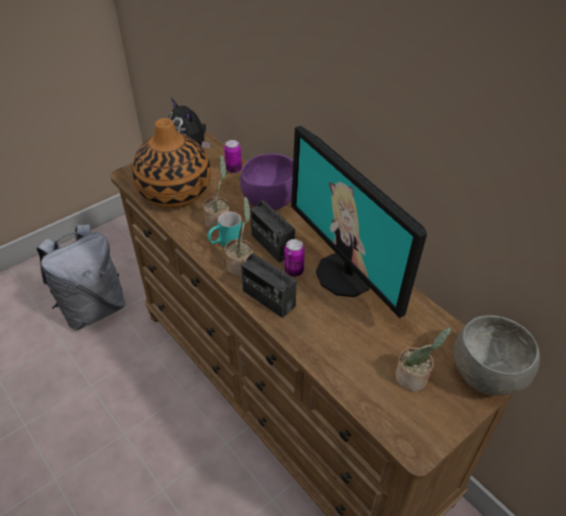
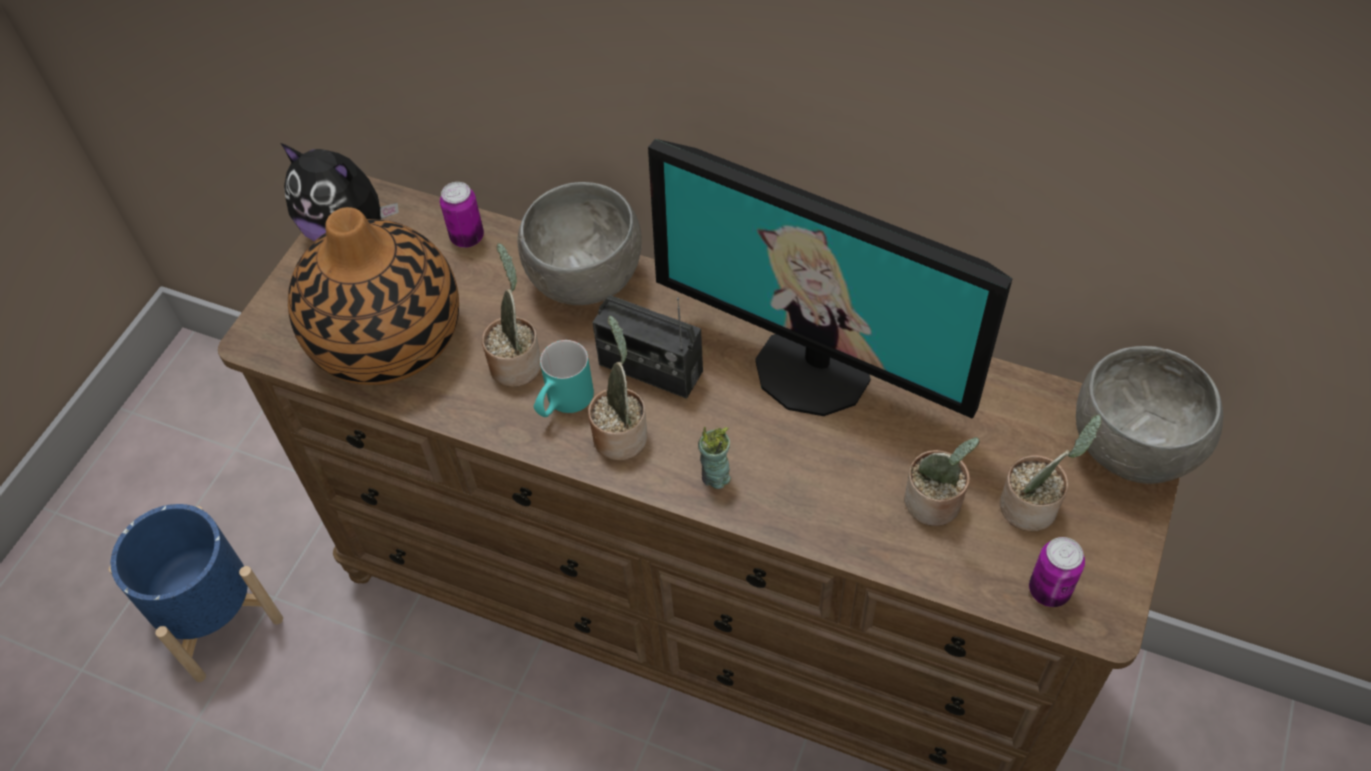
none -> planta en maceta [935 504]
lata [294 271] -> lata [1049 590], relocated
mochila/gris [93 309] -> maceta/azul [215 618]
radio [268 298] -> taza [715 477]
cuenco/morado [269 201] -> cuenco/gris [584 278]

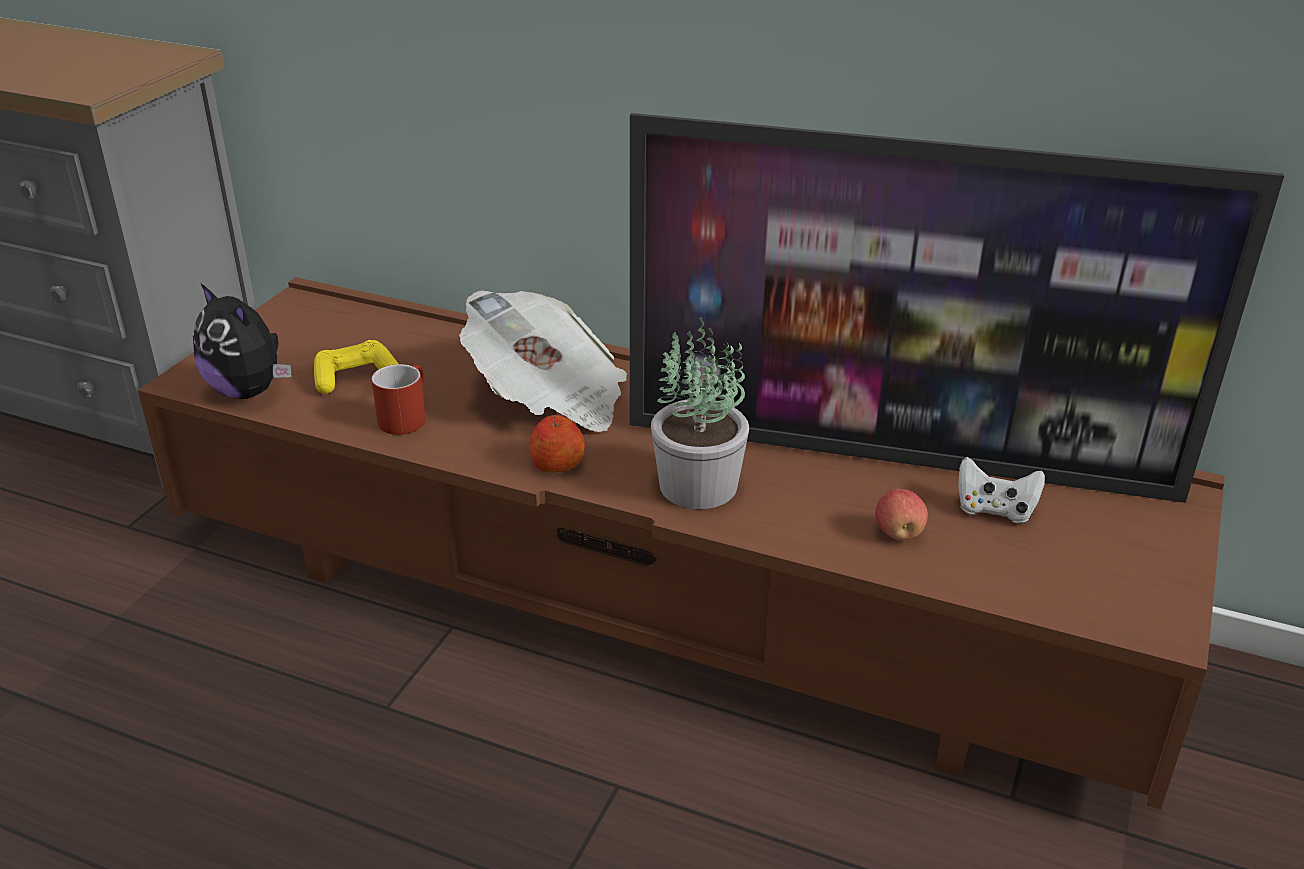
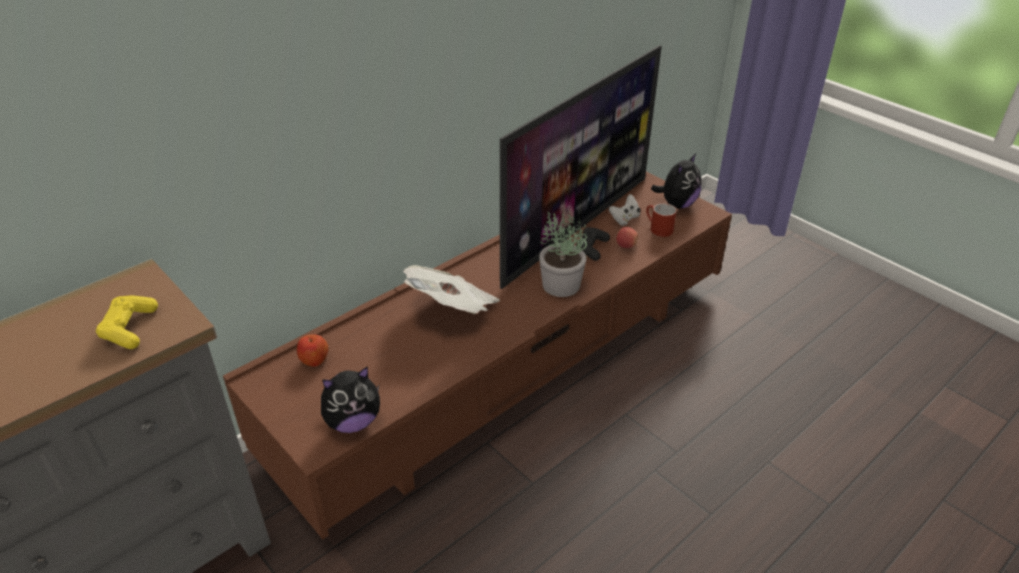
none -> mando de consola/negro [592 248]
none -> peluche [677 204]
mando de consola/amarillo [355 377] -> mando de consola/amarillo [129 328], relocated
taza grande/rojo [405 416] -> taza grande/rojo [657 229], relocated
manzana [557 464] -> manzana [314 359], relocated

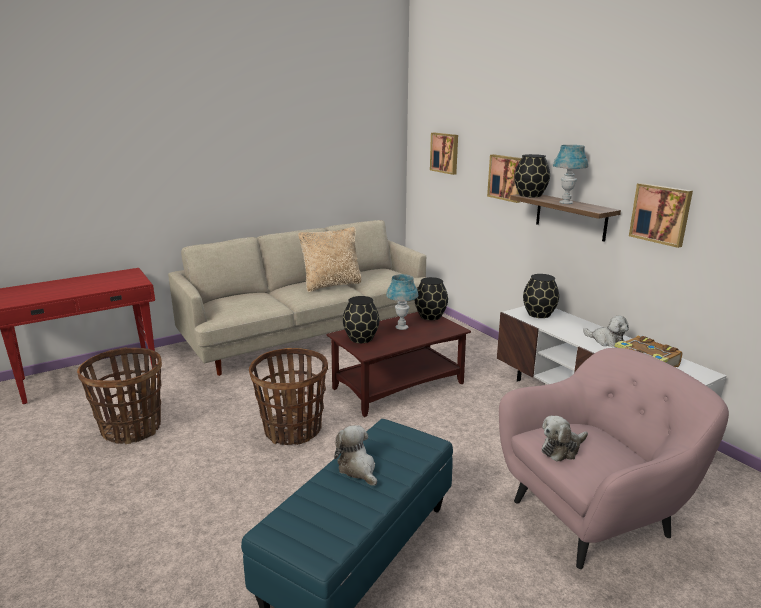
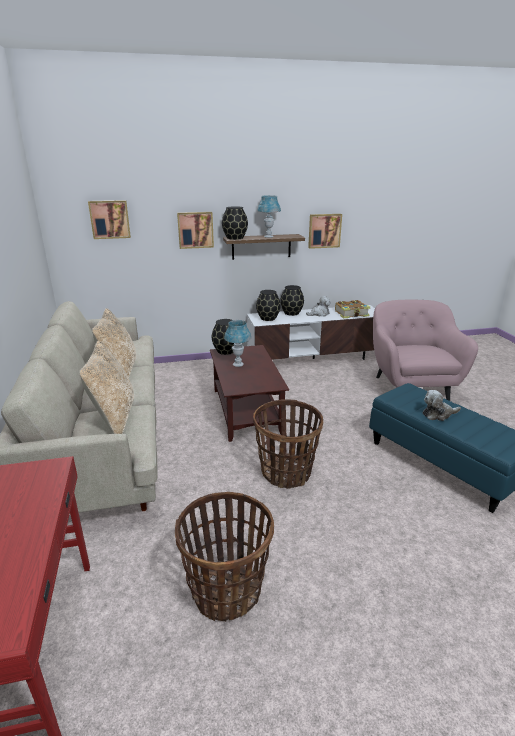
peluche [562 449] -> none
none -> cojín/beis [115 418]
florero/negro [361 338] -> florero/negro [291 313], relocated

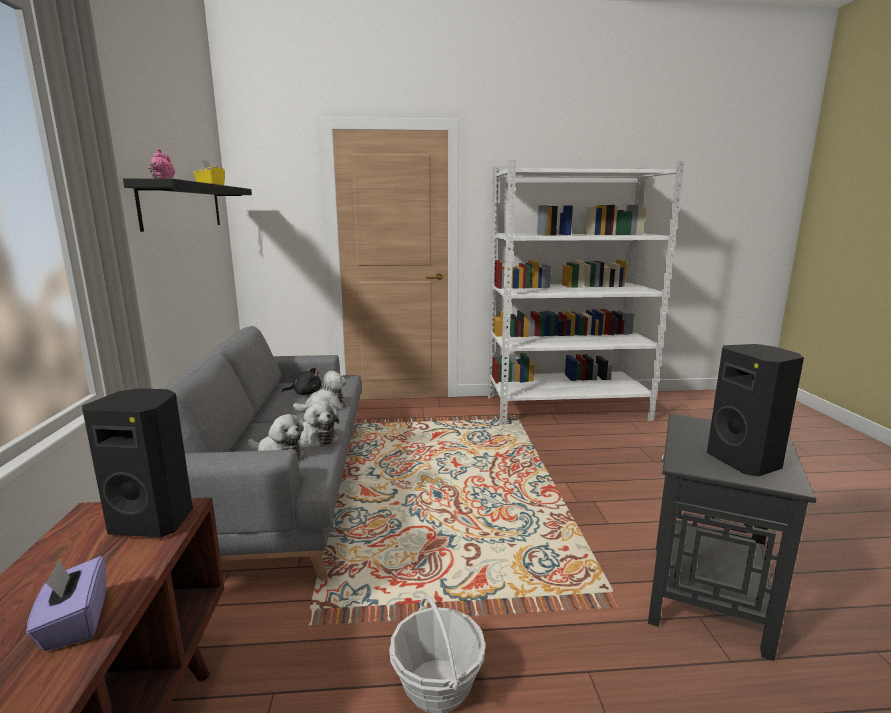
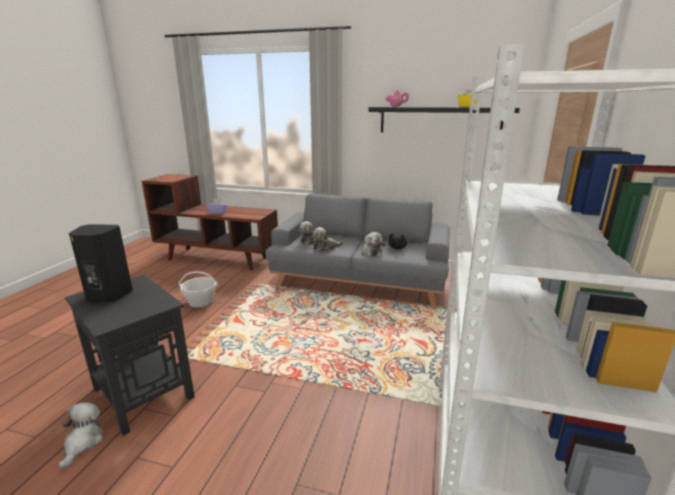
altavoz/negro [154 521] -> none
none -> peluche [83 442]

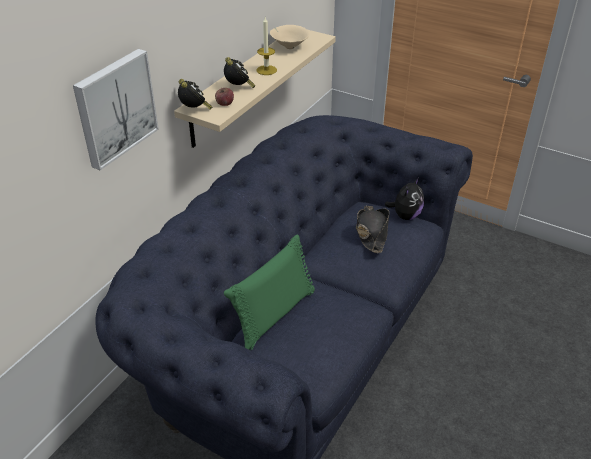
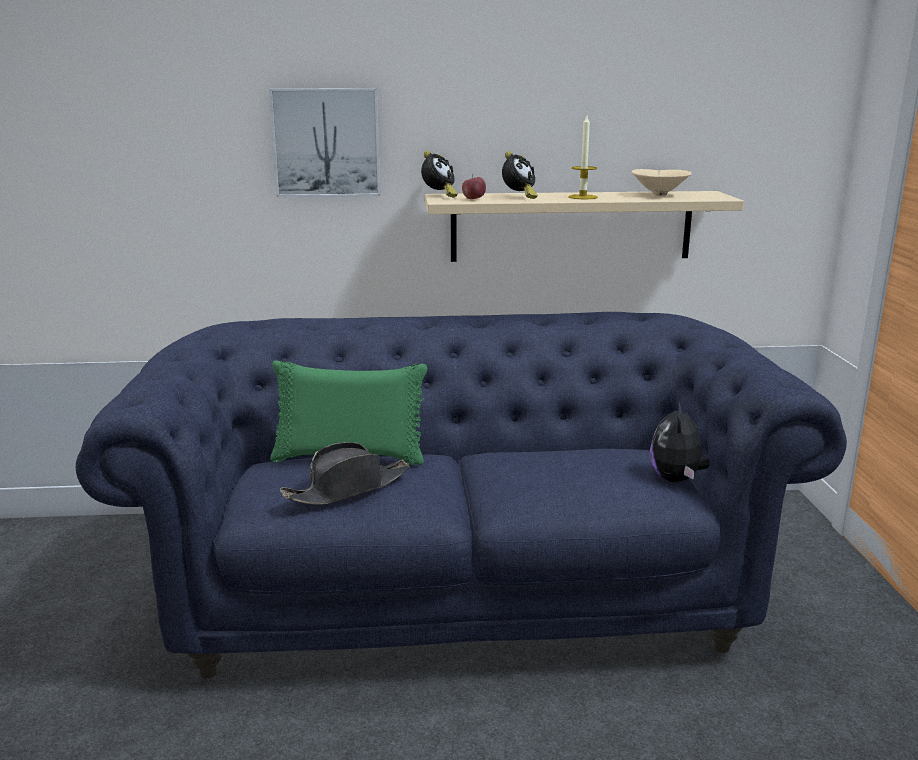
sombrero/negro [371 233] -> sombrero/negro [348 488], relocated
peluche [405 216] -> peluche [677 480], 105 degrees clockwise

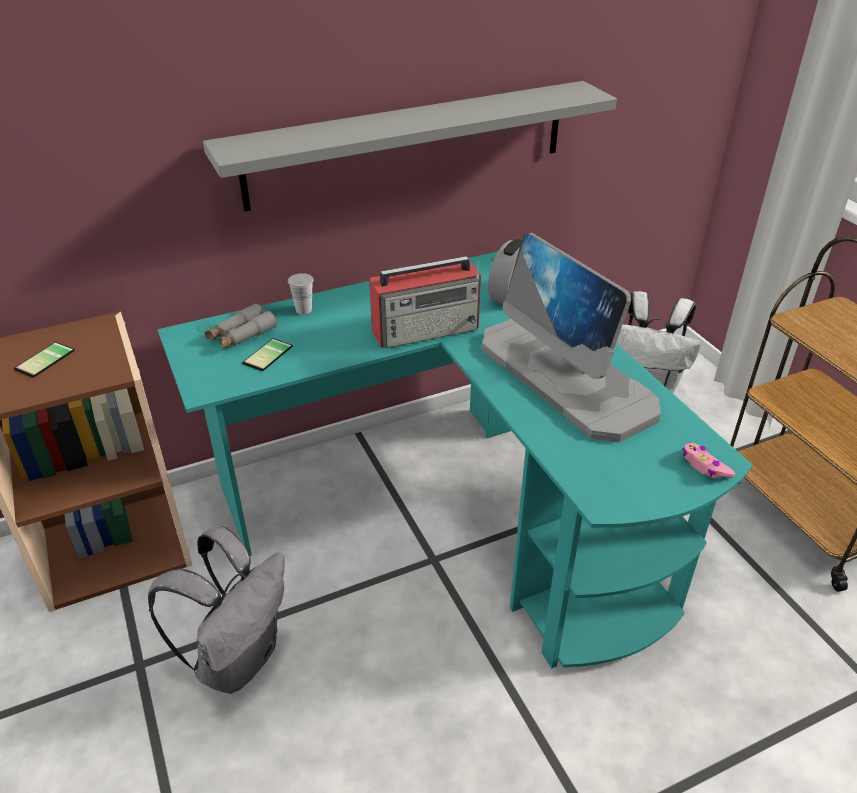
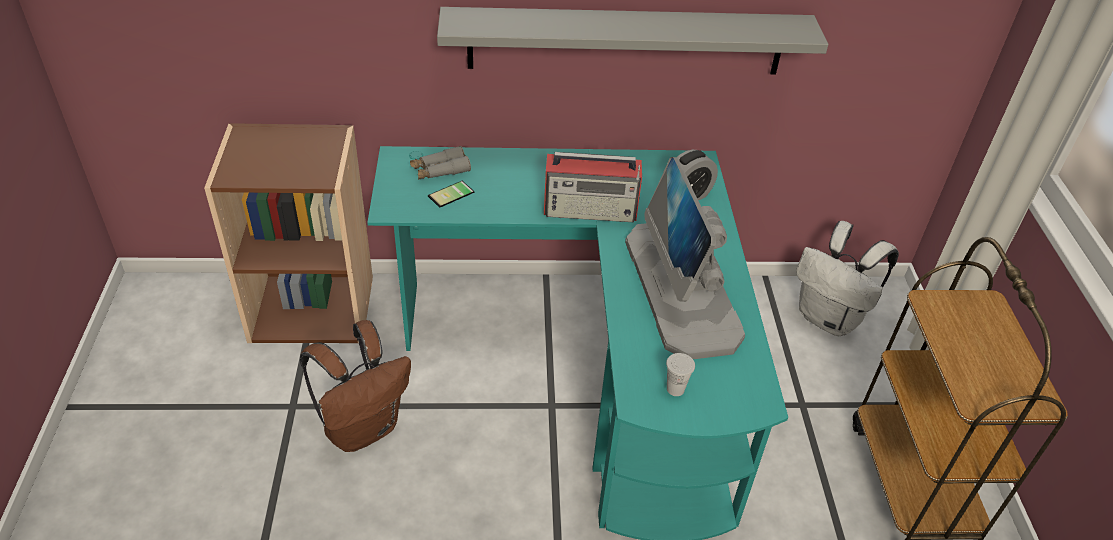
móvil [47 360] -> none
mando de consola/rosa [704 466] -> none
taza/blanco [303 310] -> taza/blanco [675 389], relocated
mochila/gris [238 658] -> mochila/marrón [363 427]

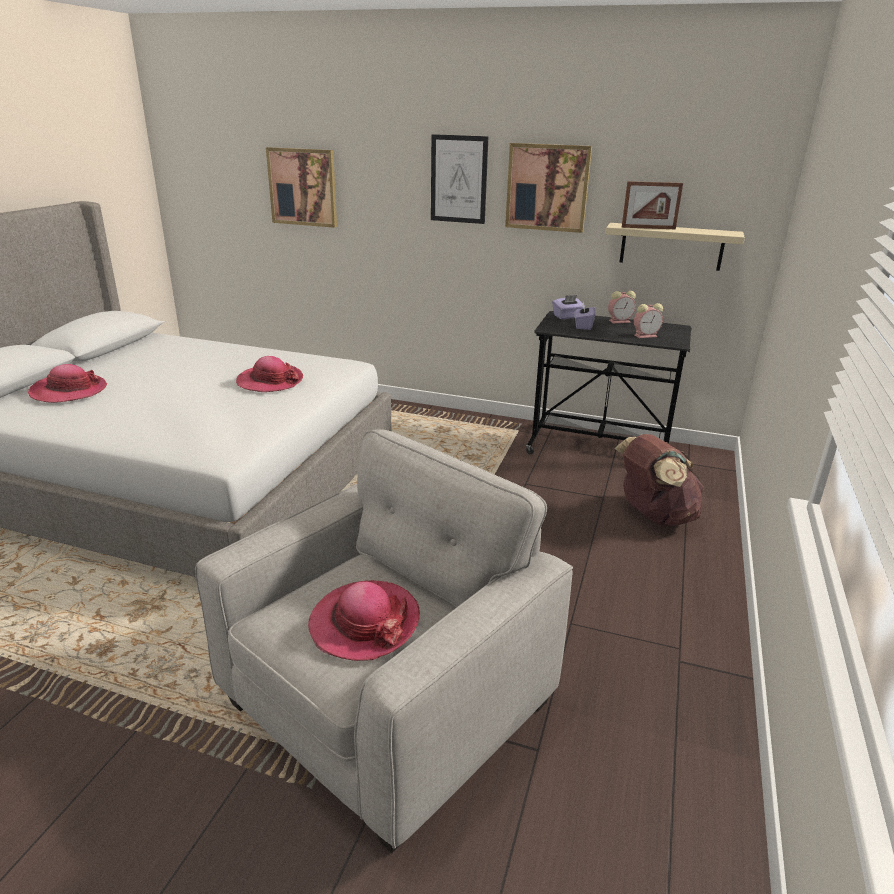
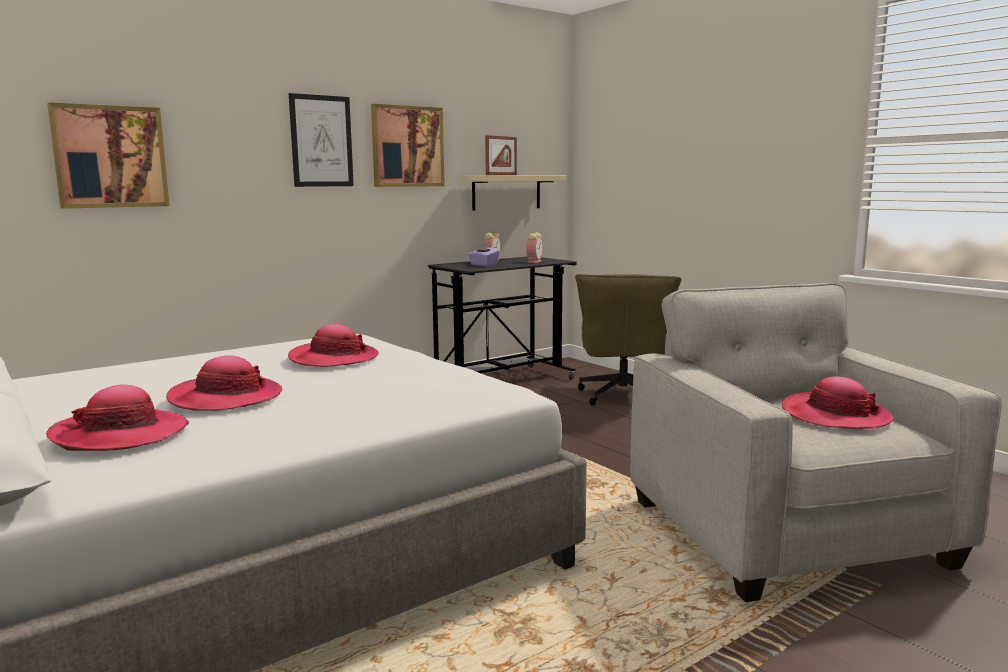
caja de pañuelos/morado [567 316] -> none
none -> sombrero [226 398]
mochila/marrón [654 516] -> silla de oficina/beis [623 396]

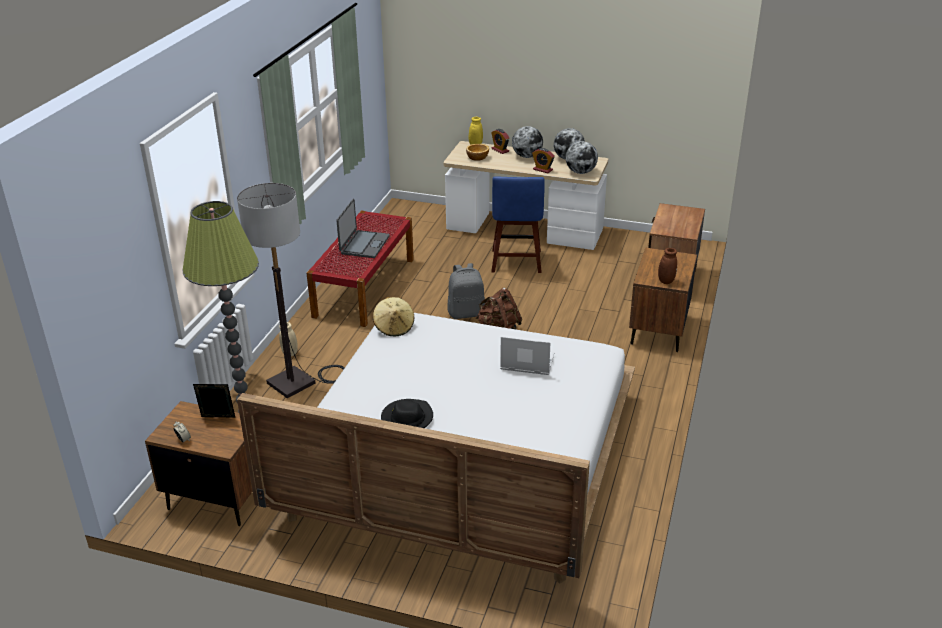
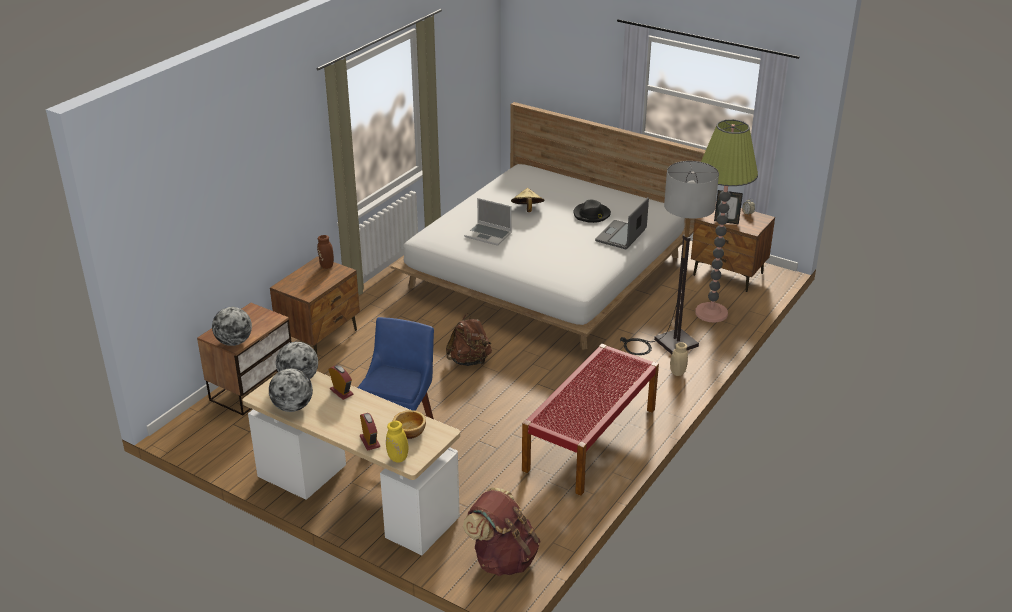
mochila/gris [466 313] -> none
none -> mochila/marrón [503 559]
portátil [364 245] -> portátil [621 236], relocated
sombrero/beis [394 327] -> sombrero/beis [527 210], relocated
globo terráqueo [527 156] -> globo terráqueo [234 342], relocated

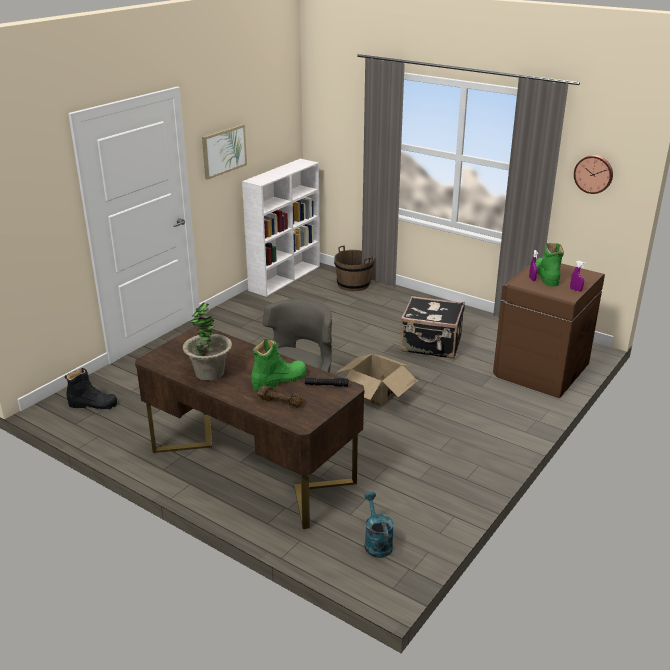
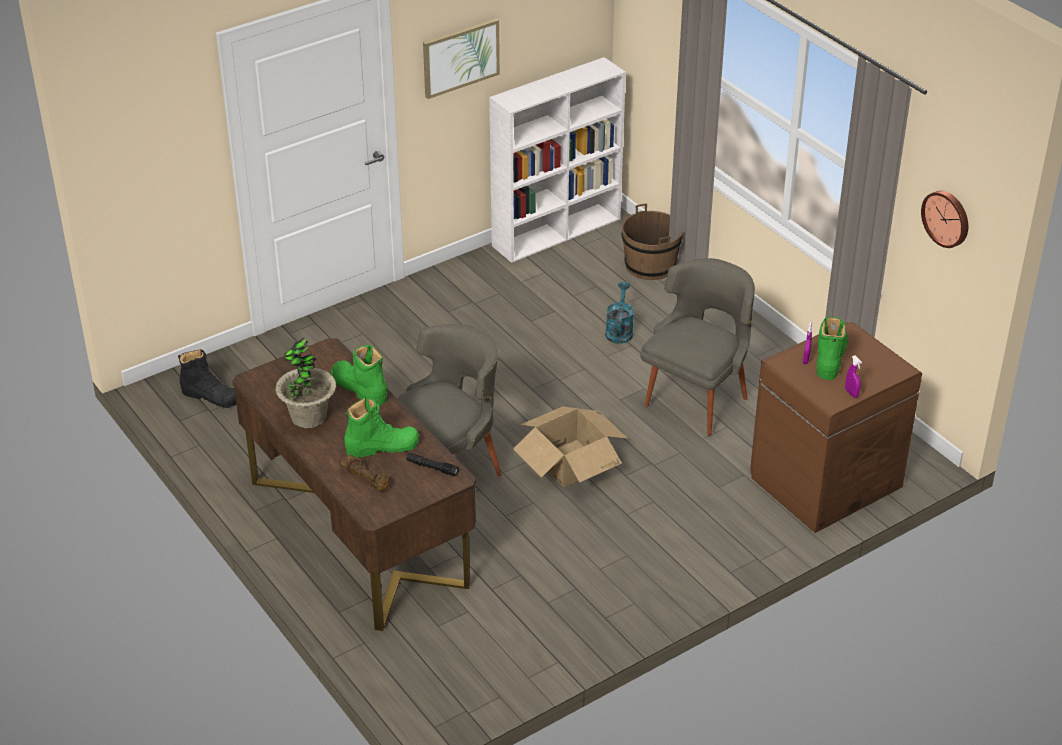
none -> bota/verde [359 388]
regadera/turquesa [376 542] -> regadera/turquesa [619 330], relocated
maleta/negro [431 345] -> silla/gris [695 403]

